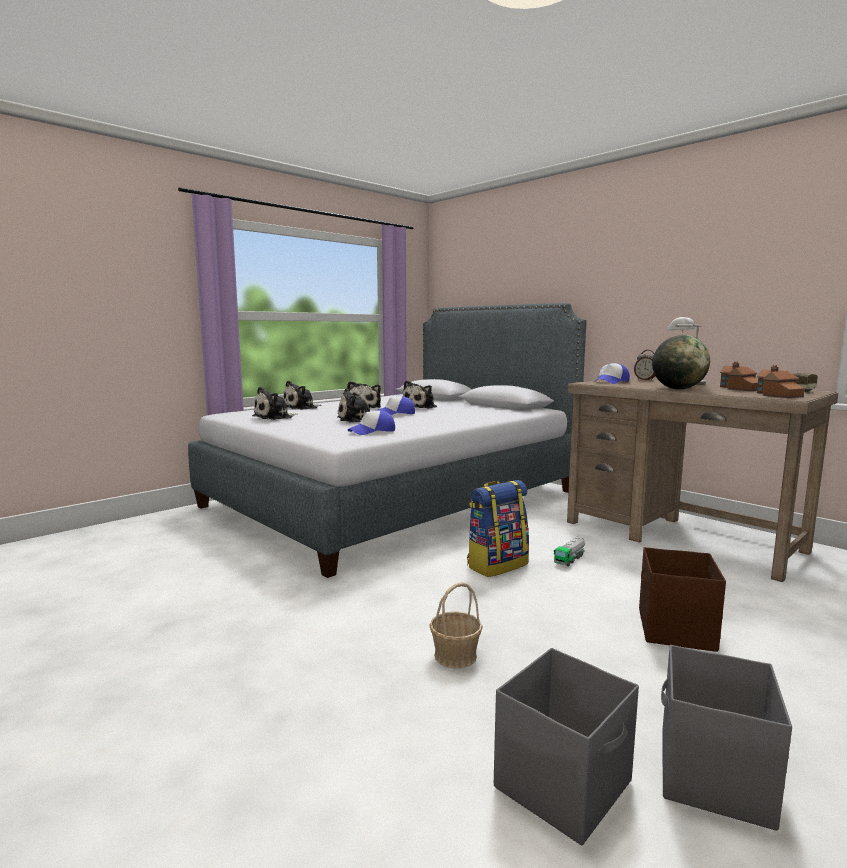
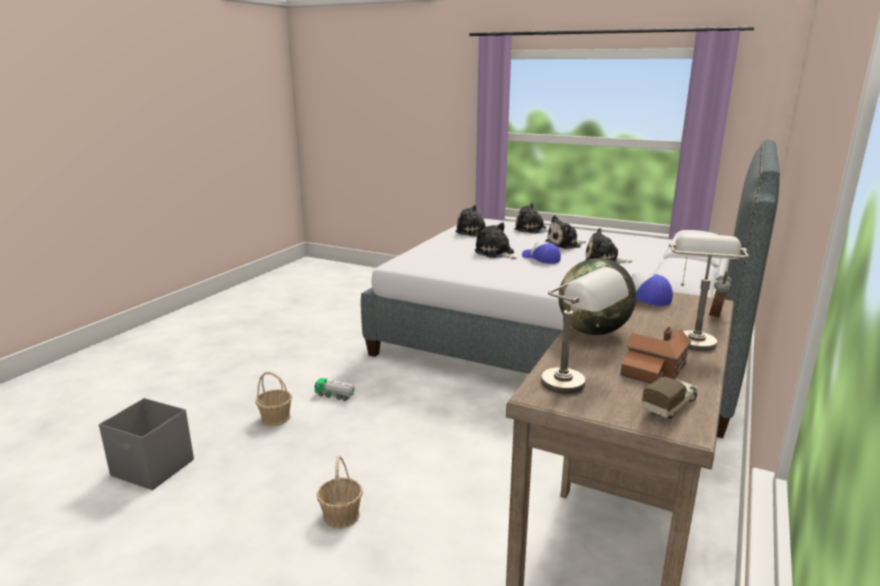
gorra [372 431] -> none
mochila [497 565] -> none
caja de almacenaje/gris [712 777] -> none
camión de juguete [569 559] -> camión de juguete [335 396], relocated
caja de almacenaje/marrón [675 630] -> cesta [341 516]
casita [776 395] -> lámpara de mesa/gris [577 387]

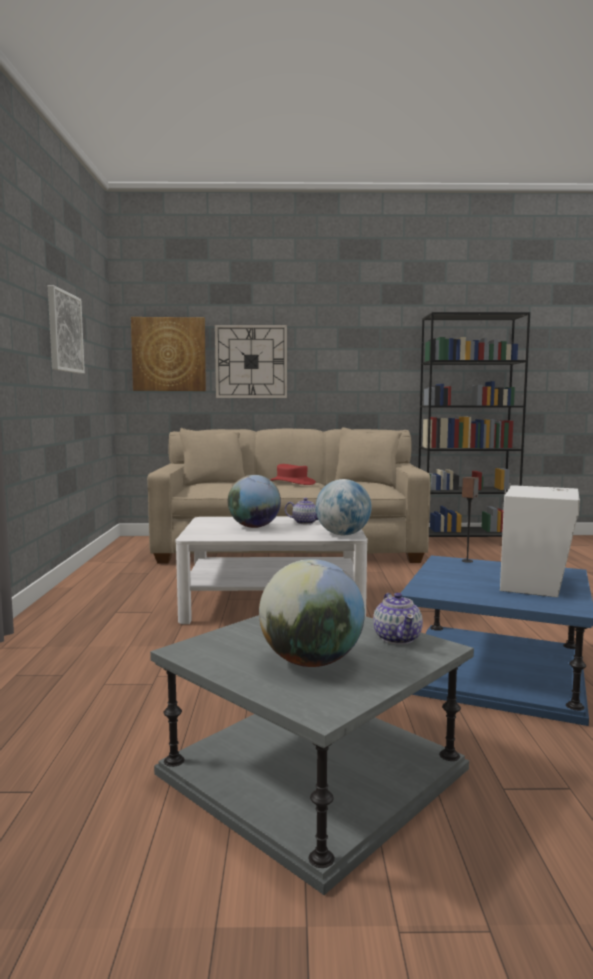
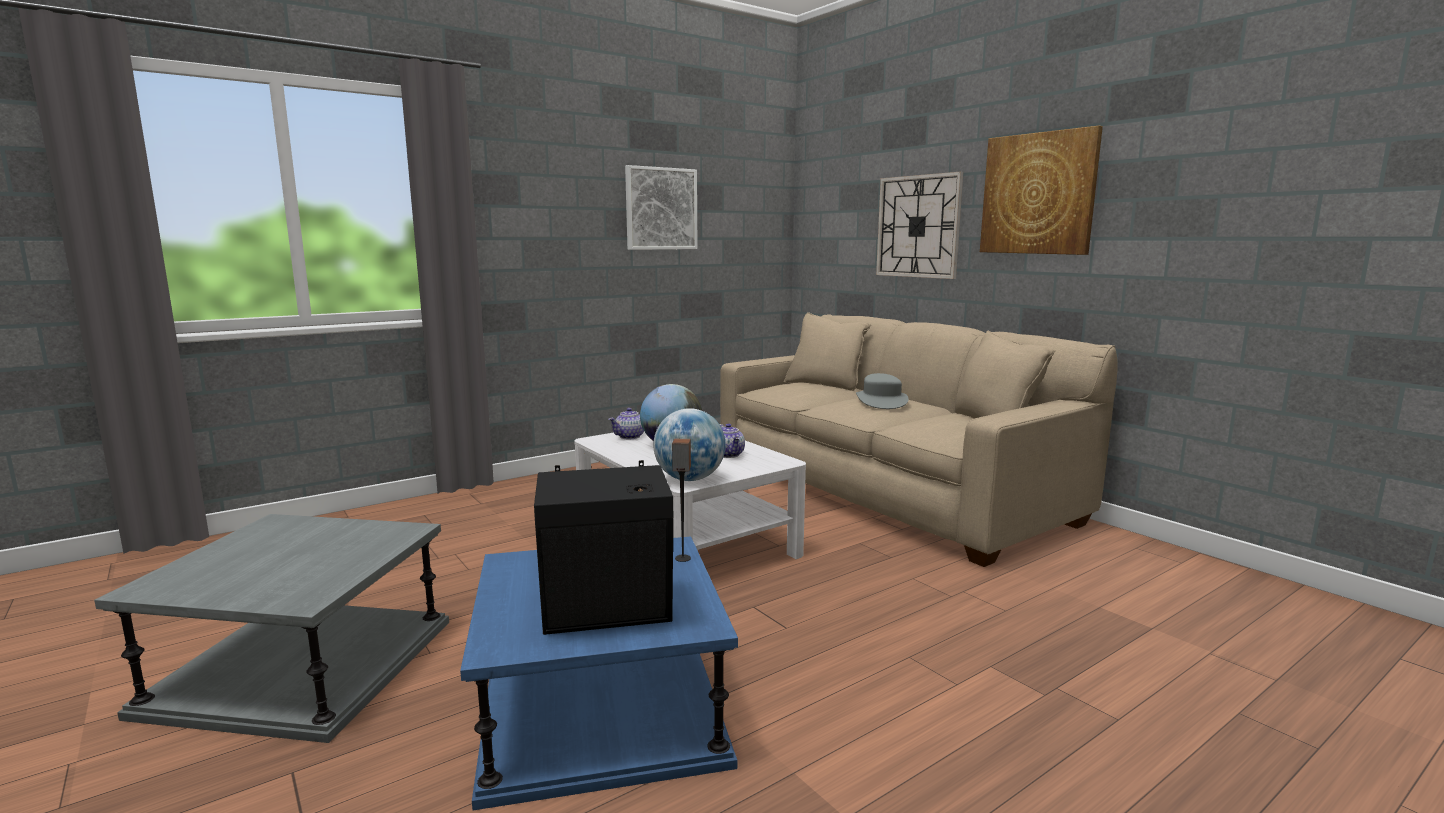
globo terráqueo [311 662] -> none
estantería/negro [466 540] -> none
cuadro [169 354] -> cuadro [1038 194], relocated
tetera [397 638] -> tetera [630 436], relocated
sombrero/rojo [292 482] -> sombrero/gris [881 401]
altavoz/blanco [536 582] -> altavoz/negro [609 612]

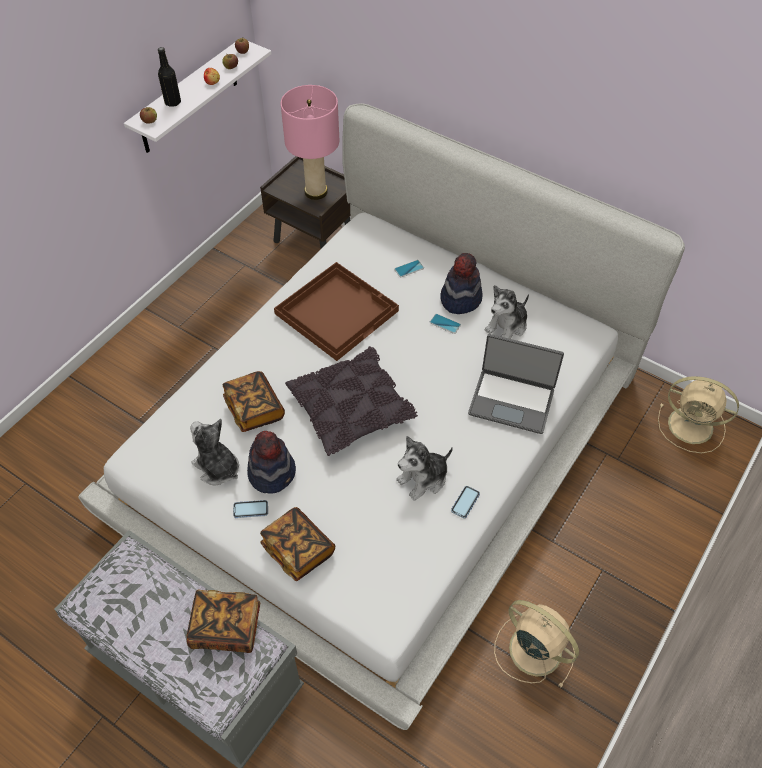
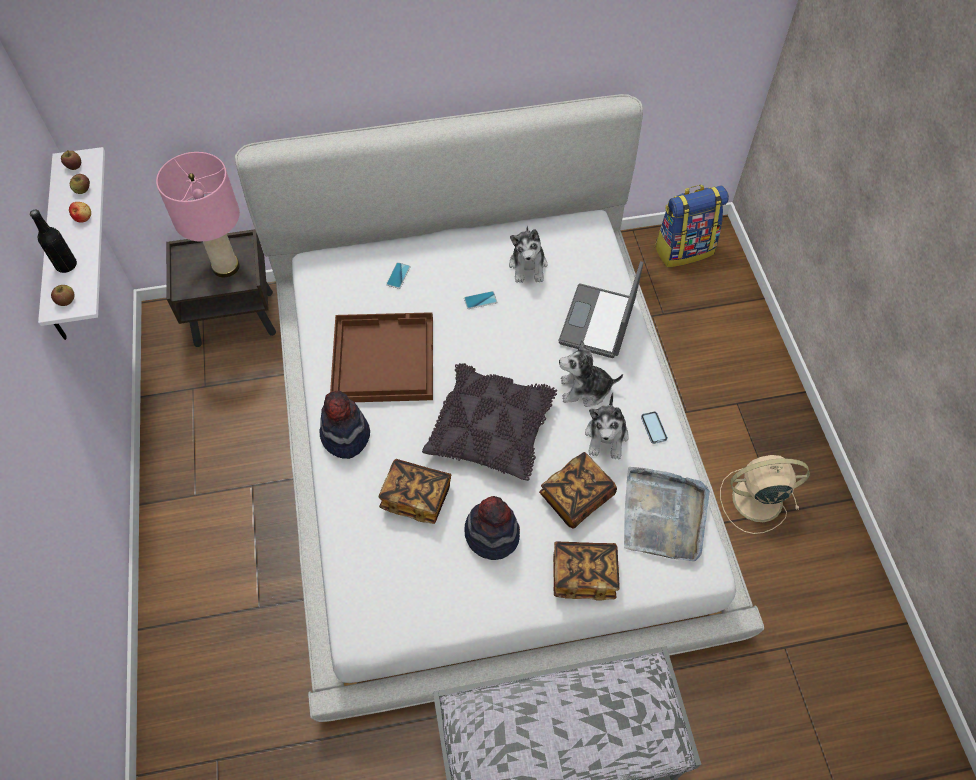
móvil [250 509] -> none
none -> bandeja/gris [663 516]
libro [226 627] -> libro [576 497], relocated
peluche [217 467] -> peluche [585 389], relocated
sombrero [460 299] -> sombrero [345 436], relocated
ventilador/beis [692 426] -> mochila [683 249]
portátil [512 401] -> portátil [598 322], 135 degrees clockwise

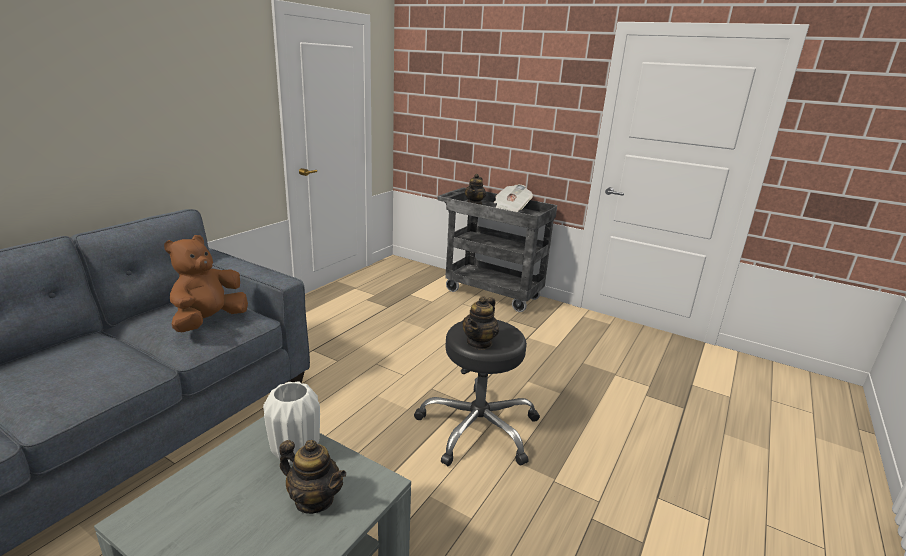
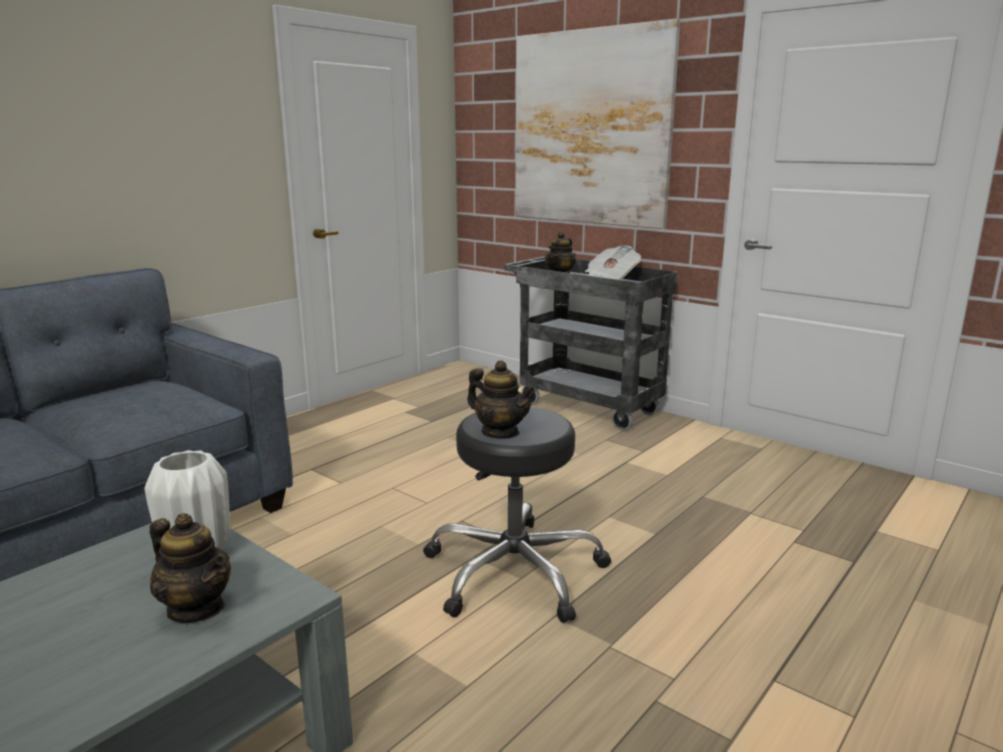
peluche/marrón [209 321] -> none
none -> cuadro [590 128]
tetera [479 343] -> tetera [500 433], 90 degrees counterclockwise

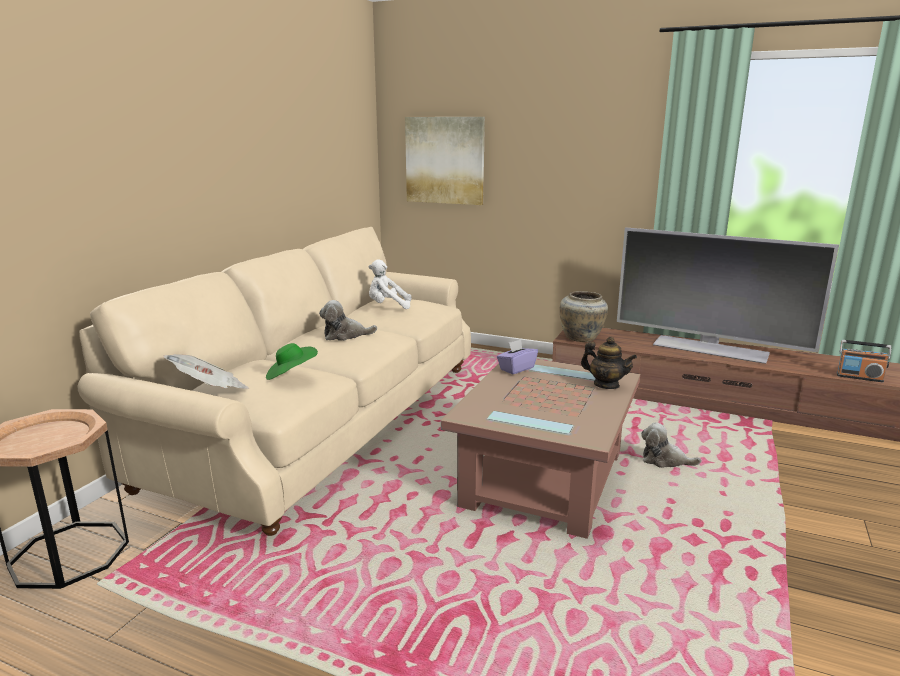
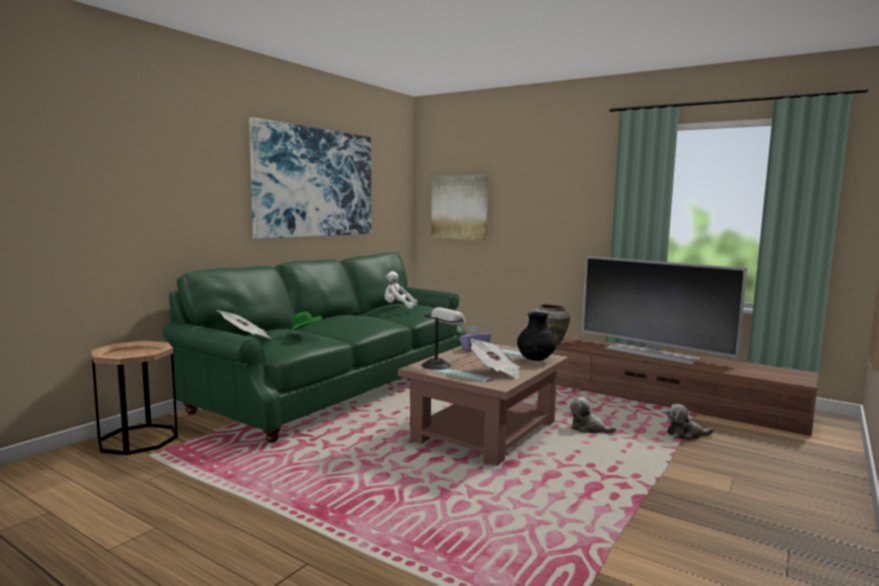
radio [859 377] -> none
none -> cuadro [315 182]
none -> lámpara de mesa [440 364]
none -> periódico [495 372]
peluche [345 335] -> peluche [685 435], relocated
tetera [606 385] -> florero/negro [536 360]
sofá/beis [325 421] -> sofá/verde [340 386]

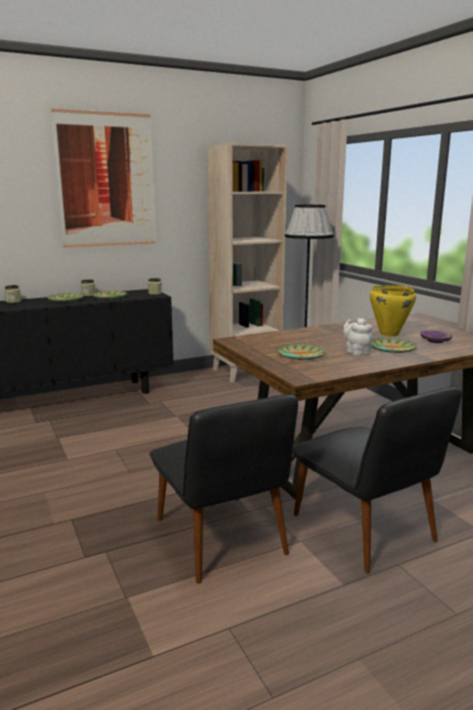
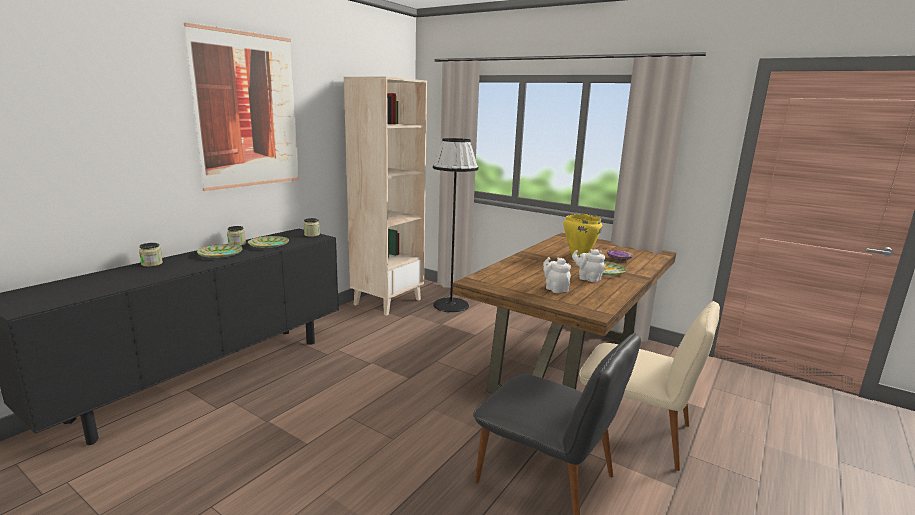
plato [301 355] -> tetera/blanco [555 289]
silla/negro [363 527] -> silla/beis [634 430]

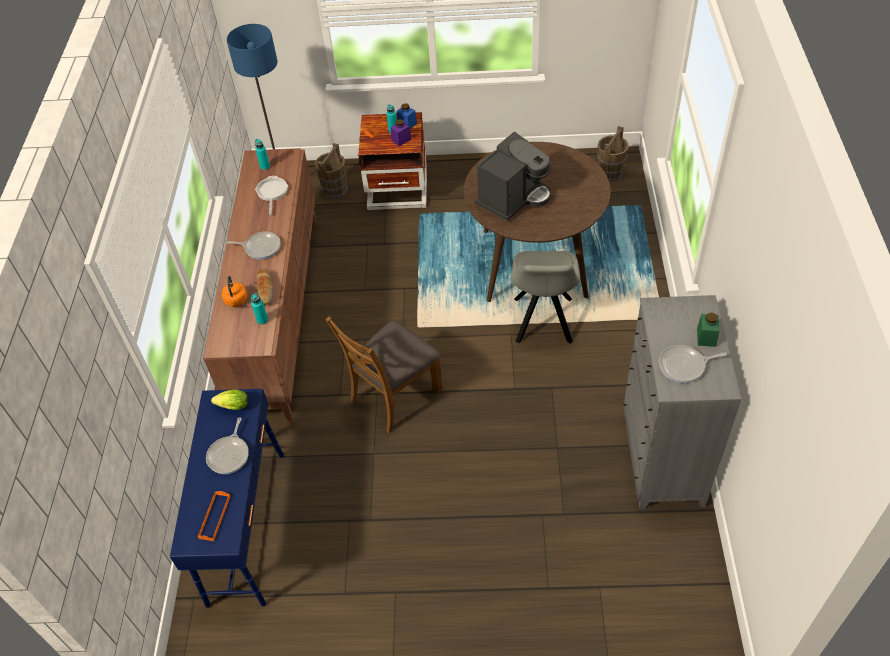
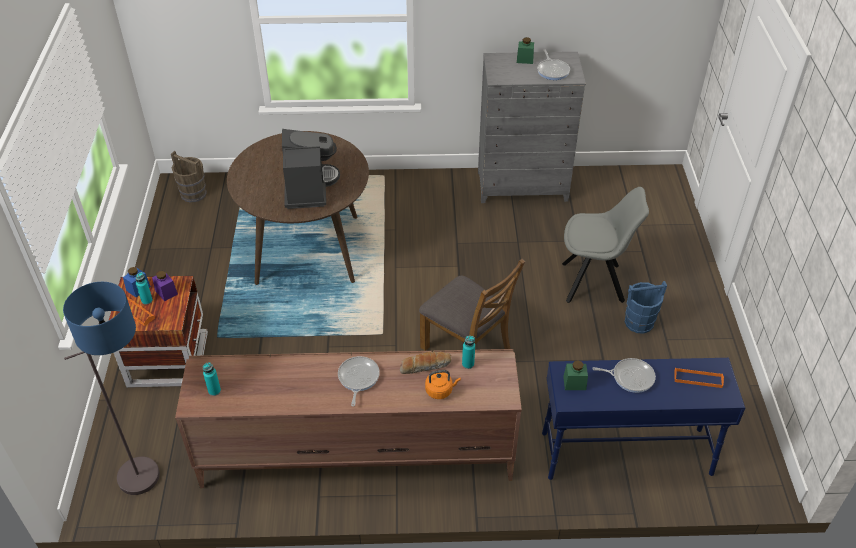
sartén [272 193] -> none
cubo/marrón [335 189] -> none
none -> cubo/azul [639 322]
silla/gris [543 320] -> silla/gris [593 283], relocated
lechuga [231 406] -> tarro/verde [574 383]
cafetera [513 198] -> cafetera [308 188], 45 degrees clockwise

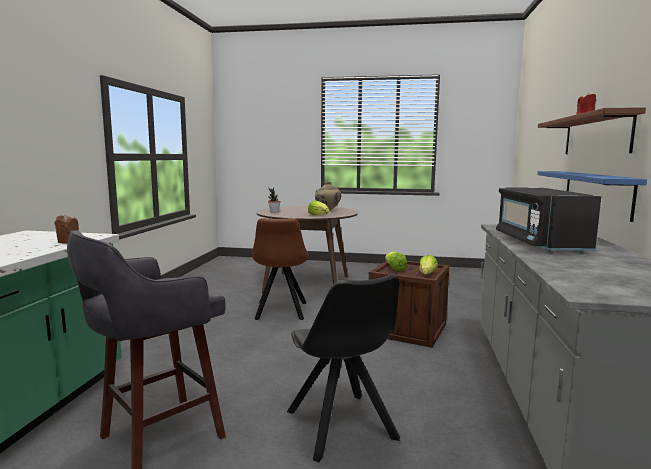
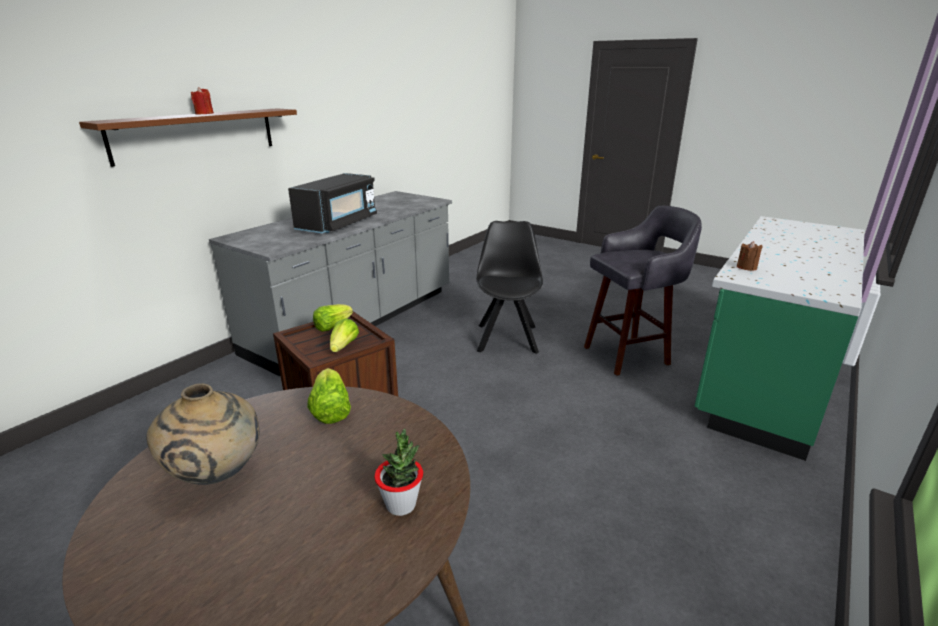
silla/marrón [280 311] -> none
estante/azul [596 192] -> none

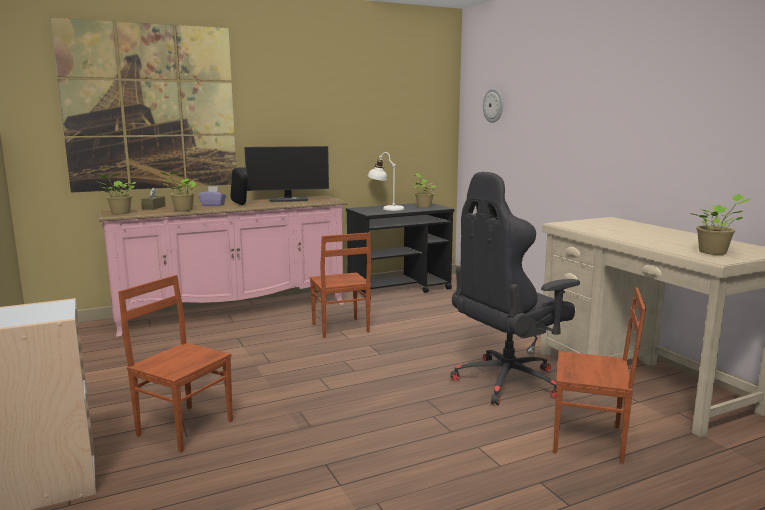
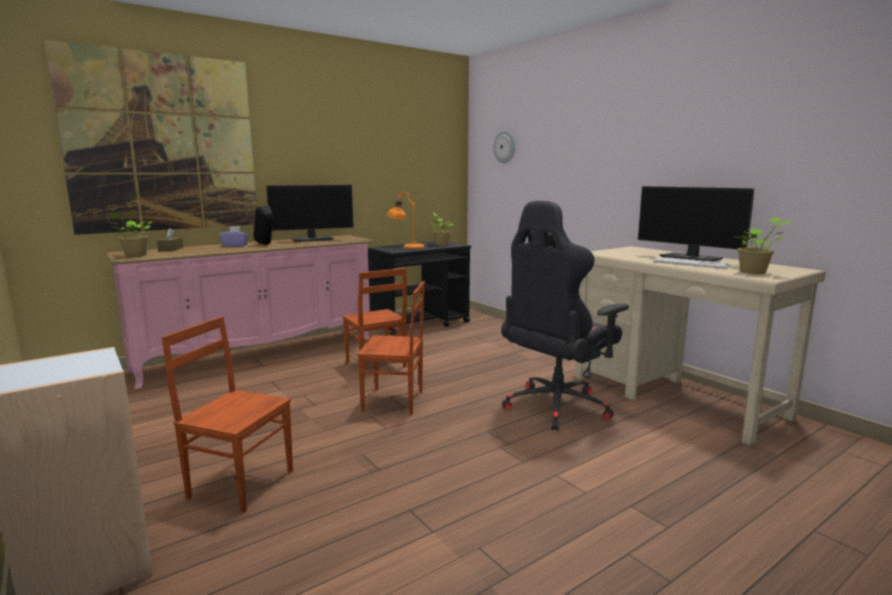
planta en maceta [182 210] -> none
none -> monitor [692 258]
none -> teclado [690 264]
silla/marrón [589 440] -> silla/marrón [394 402], relocated
lámpara de mesa/blanco [385 208] -> lámpara de mesa/naranja [405 246]

